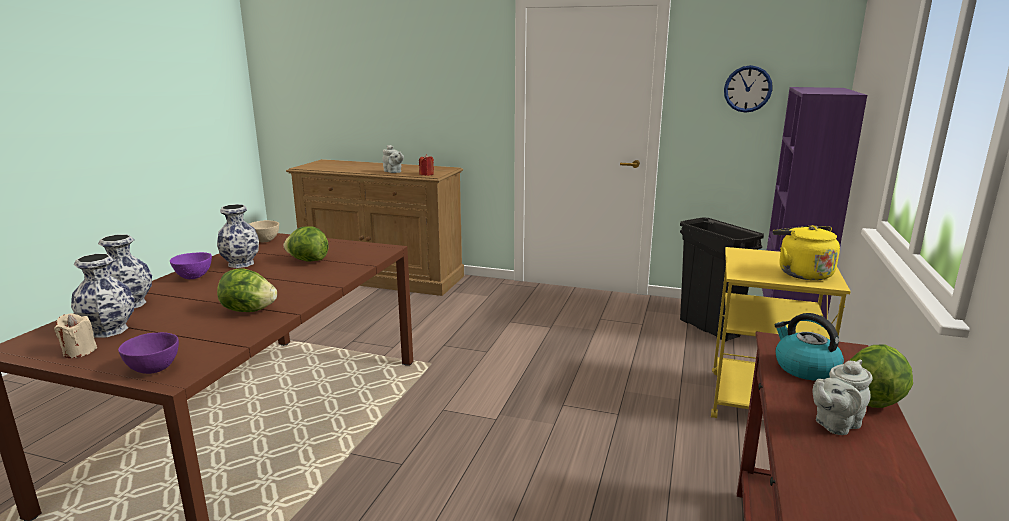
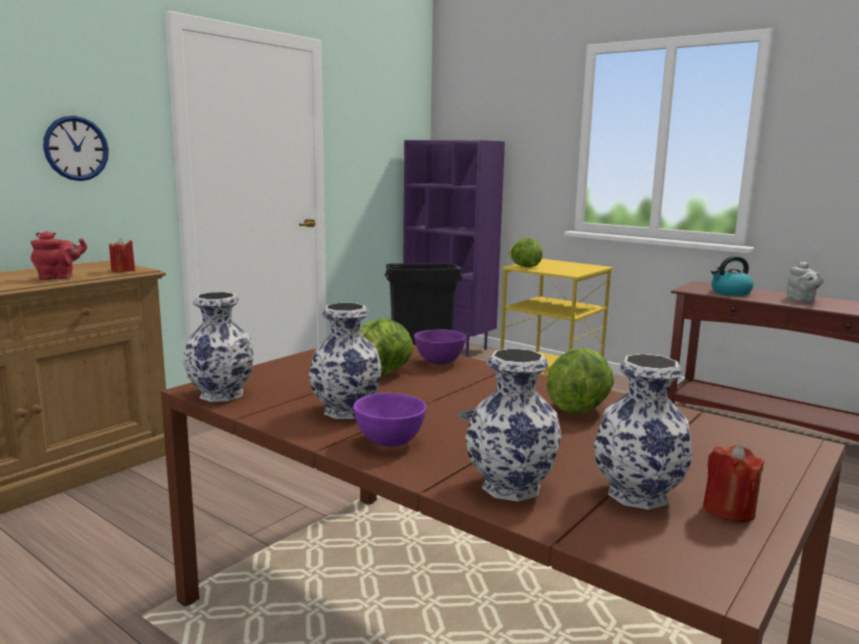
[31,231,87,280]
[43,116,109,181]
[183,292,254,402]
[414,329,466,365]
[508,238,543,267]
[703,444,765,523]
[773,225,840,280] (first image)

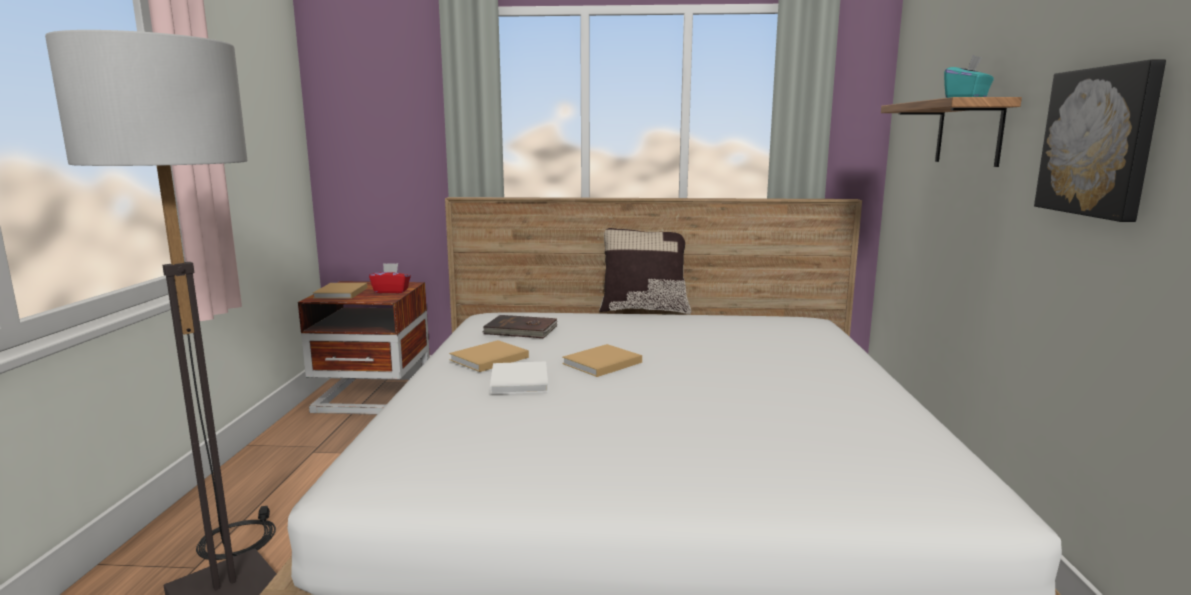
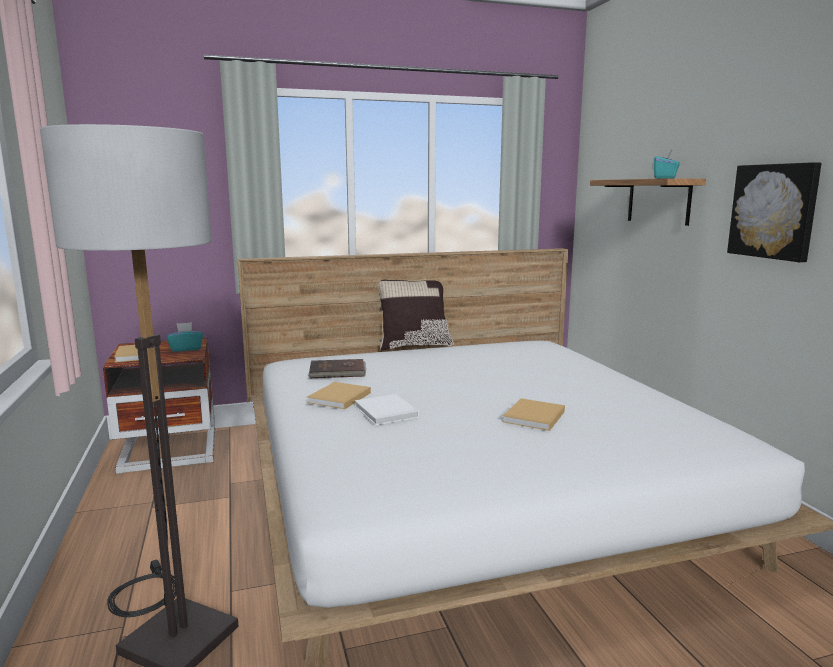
[166,322,203,352]
[503,398,565,431]

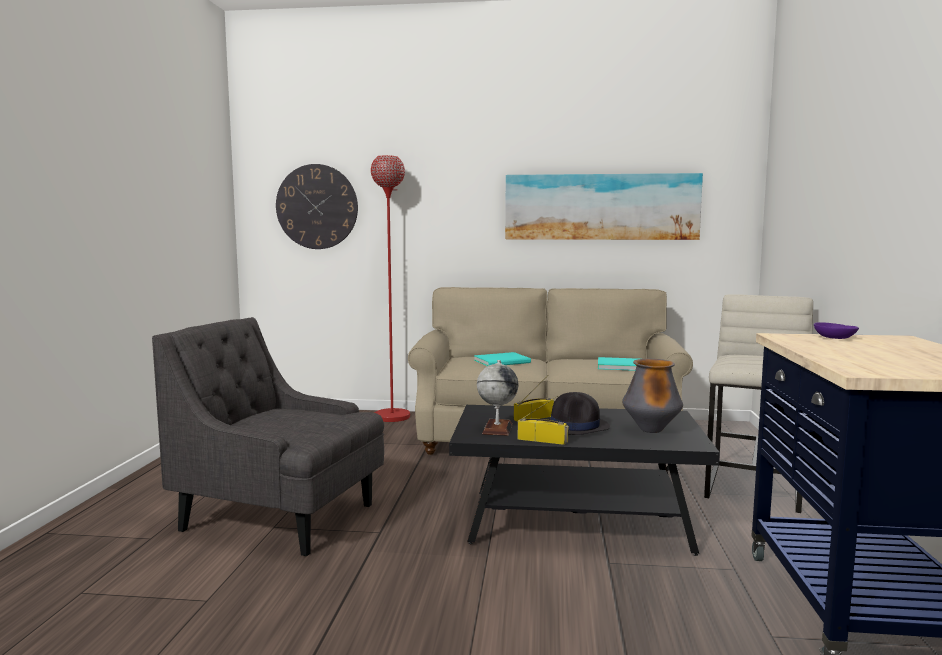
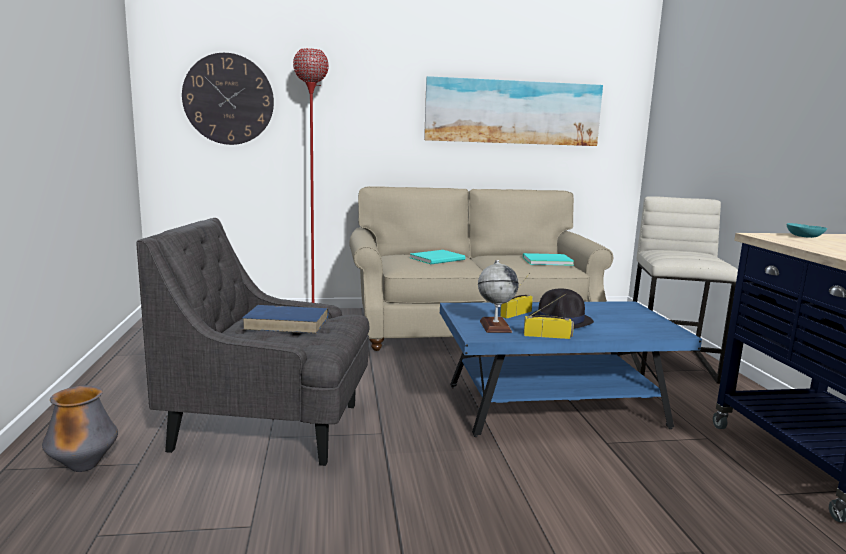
[42,386,118,472]
[242,305,329,333]
[440,301,702,437]
[787,223,827,238]

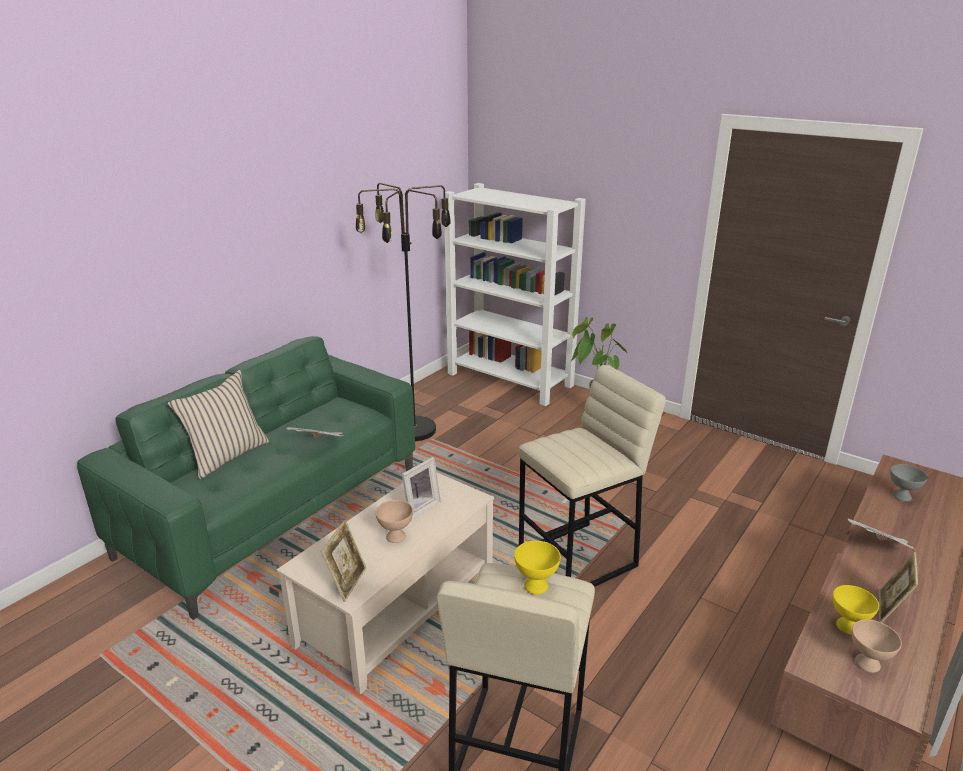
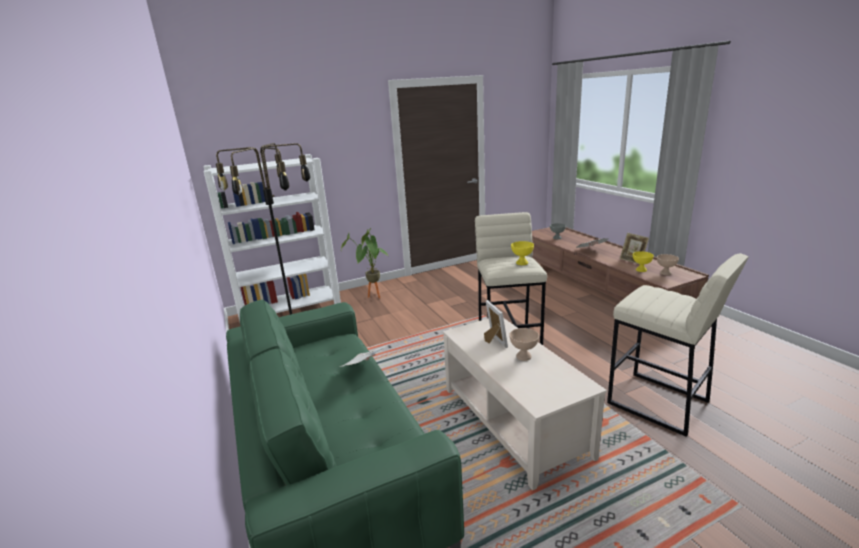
[511,241,534,265]
[168,370,269,479] (first image)
[321,520,366,602] (first image)

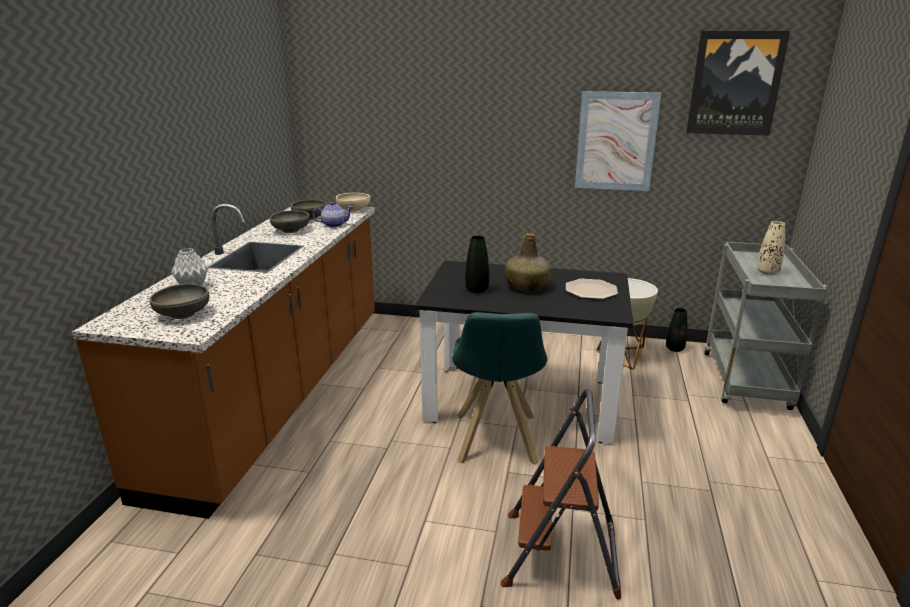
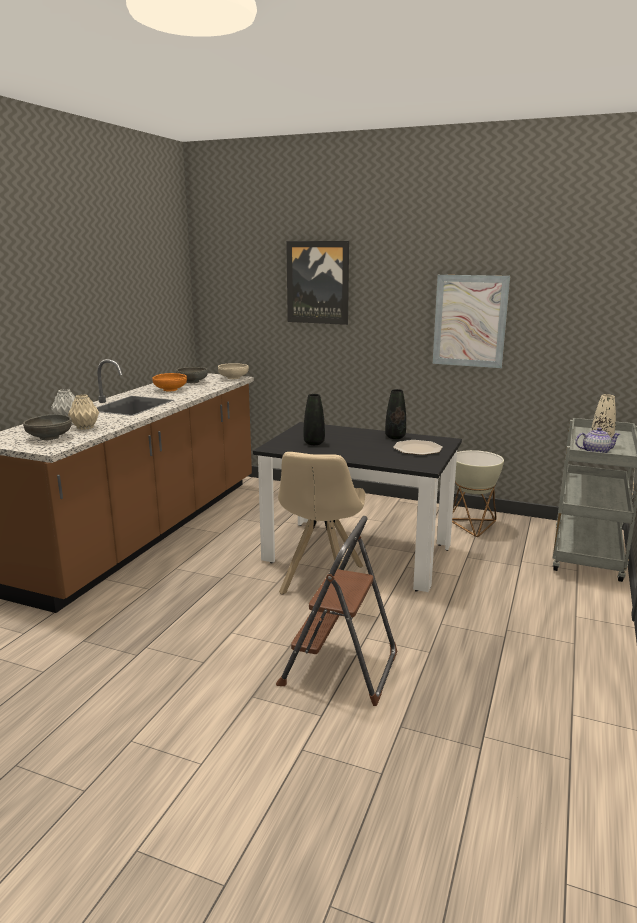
[68,394,99,430]
[152,373,187,391]
[278,452,365,594]
[286,241,349,325]
[385,389,406,439]
[575,428,620,453]
[505,233,552,292] (first image)

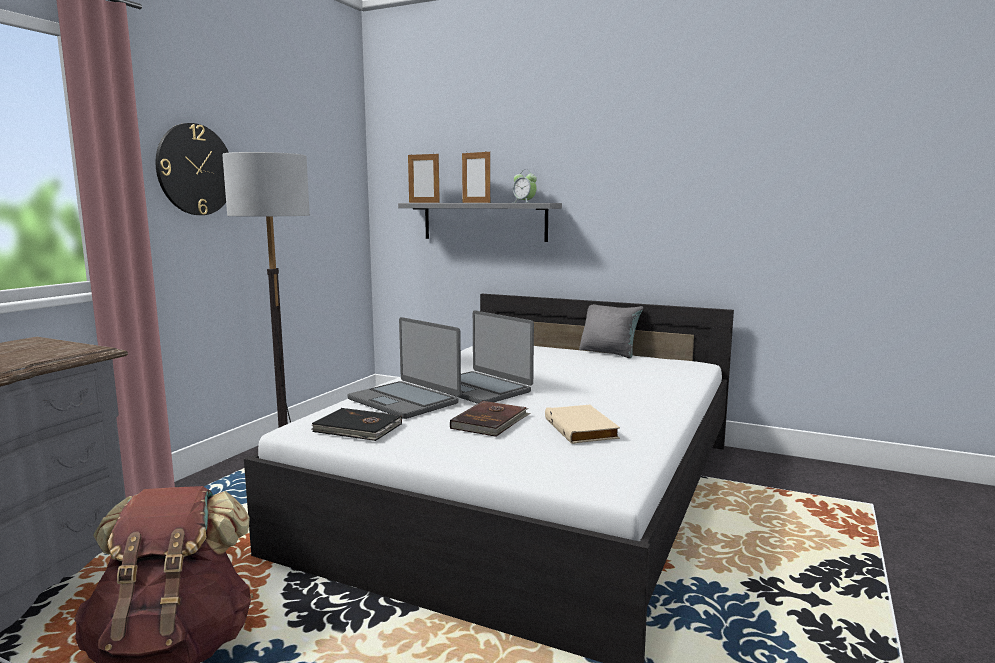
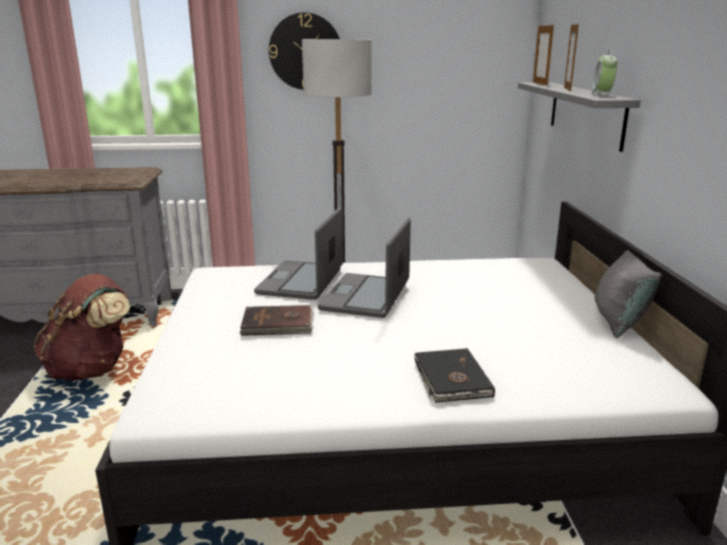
[414,348,495,402]
[545,405,620,444] (first image)

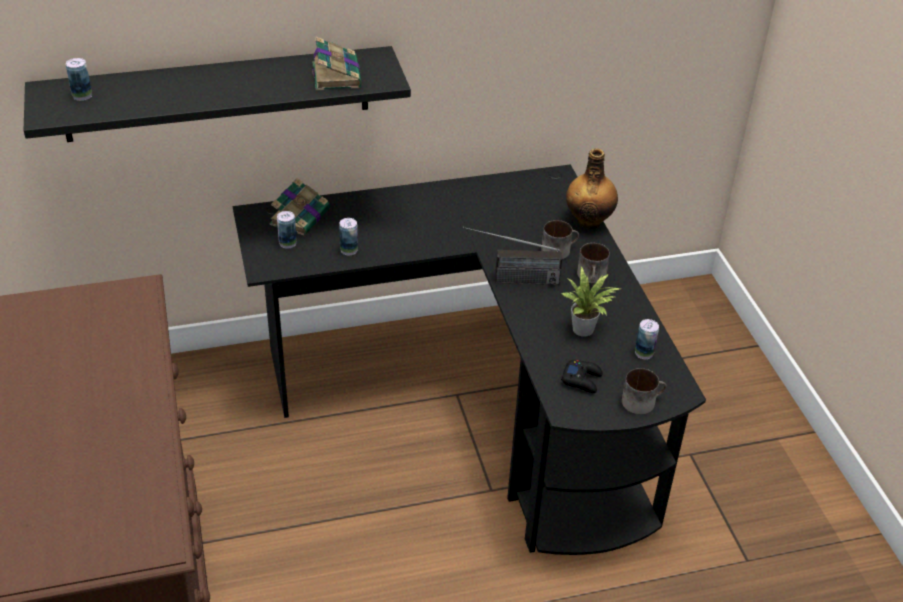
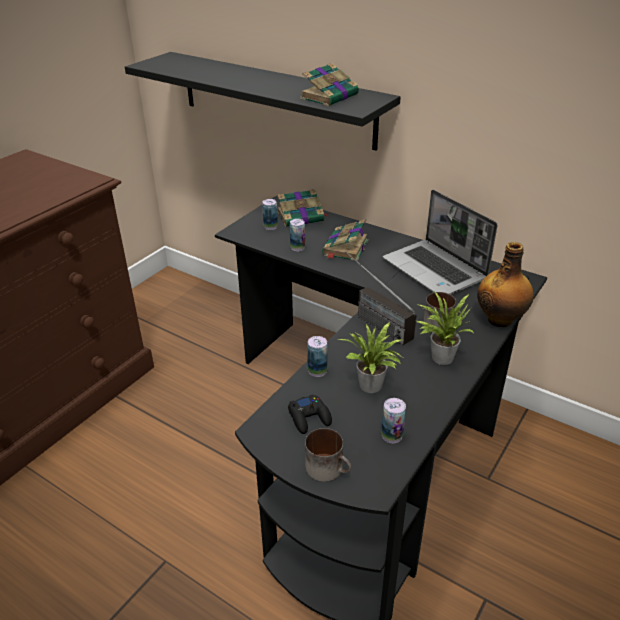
[307,336,328,377]
[322,219,369,261]
[383,190,498,295]
[416,291,474,365]

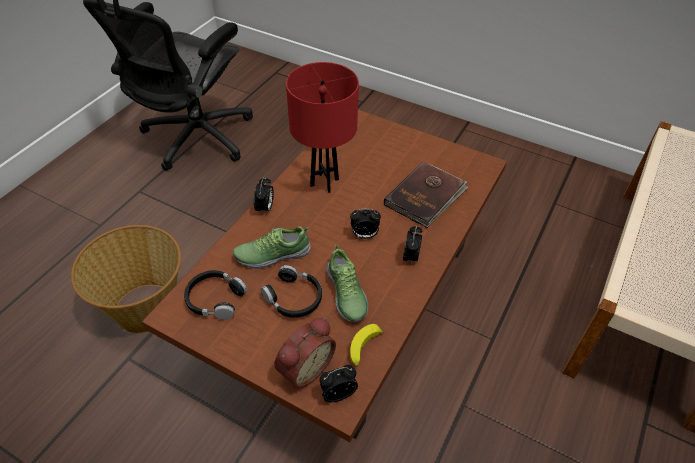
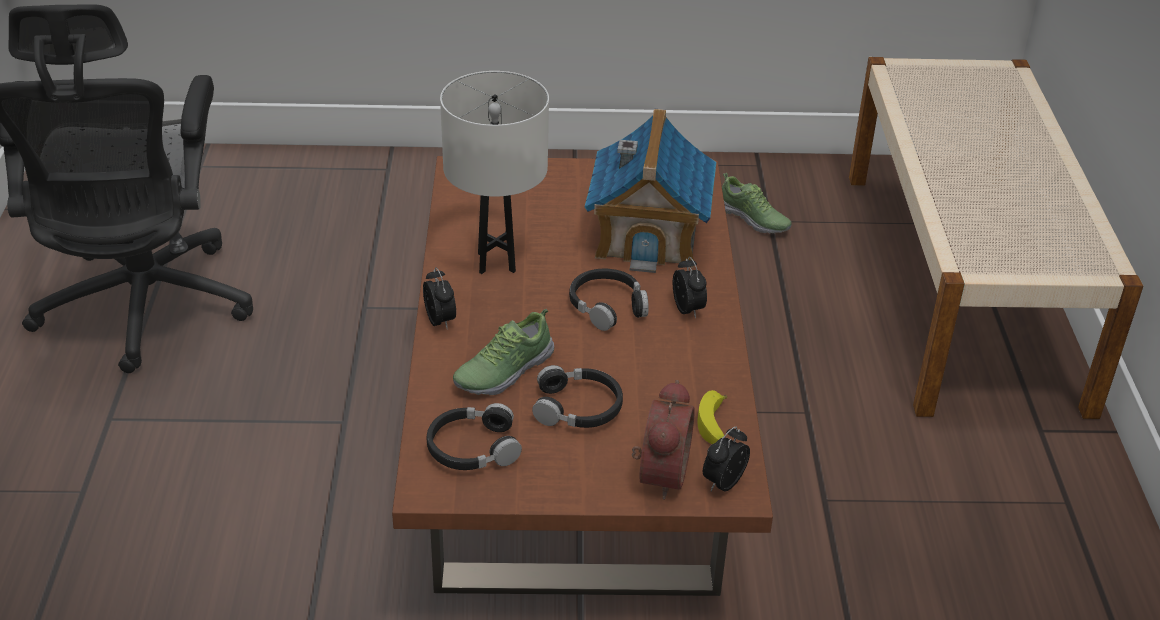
[440,71,549,274]
[569,269,649,331]
[584,109,716,273]
[722,173,791,233]
[71,225,181,333] (first image)

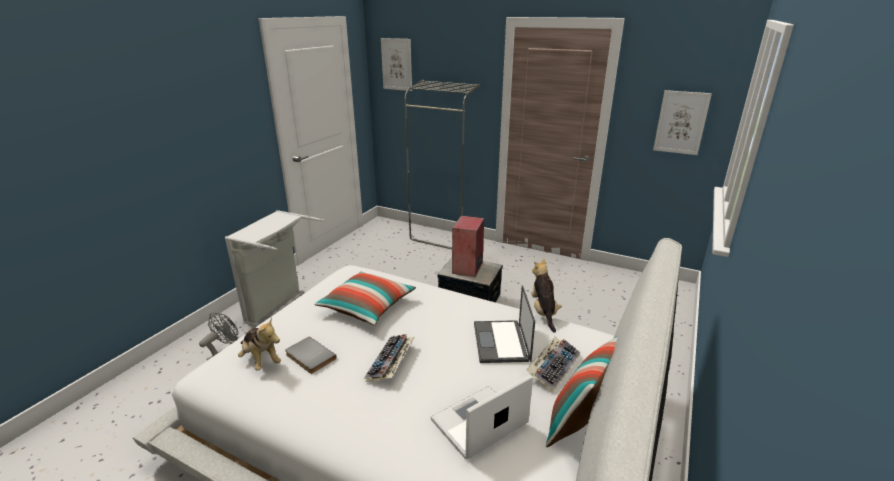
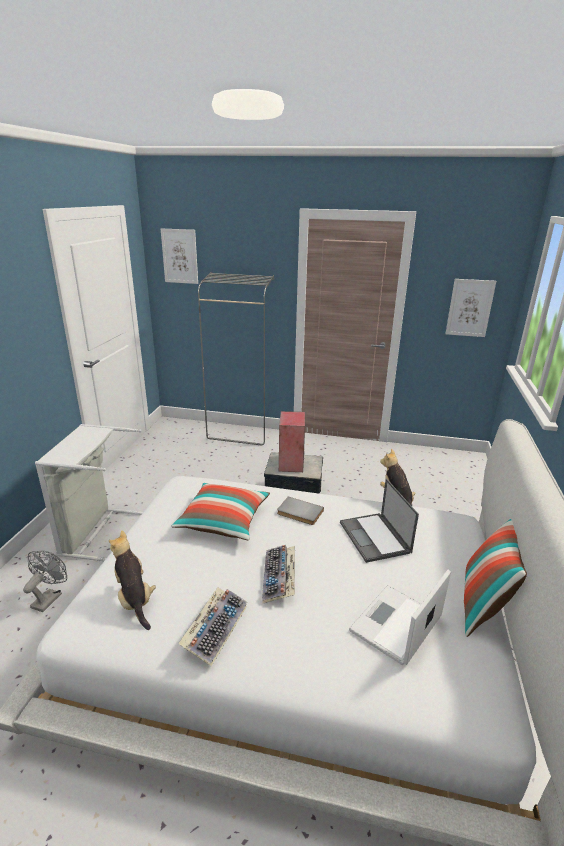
[109,530,156,630]
[178,587,247,666]
[277,497,324,525]

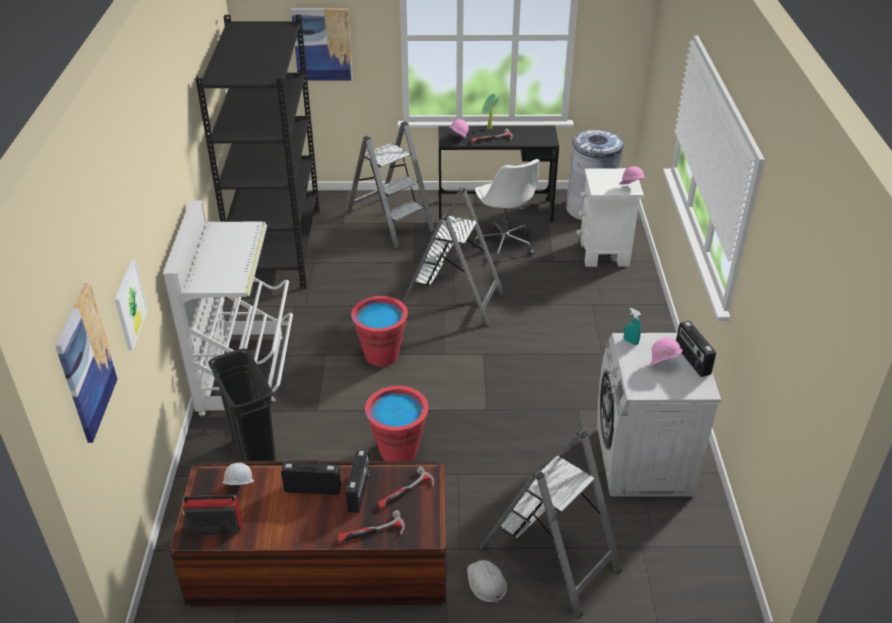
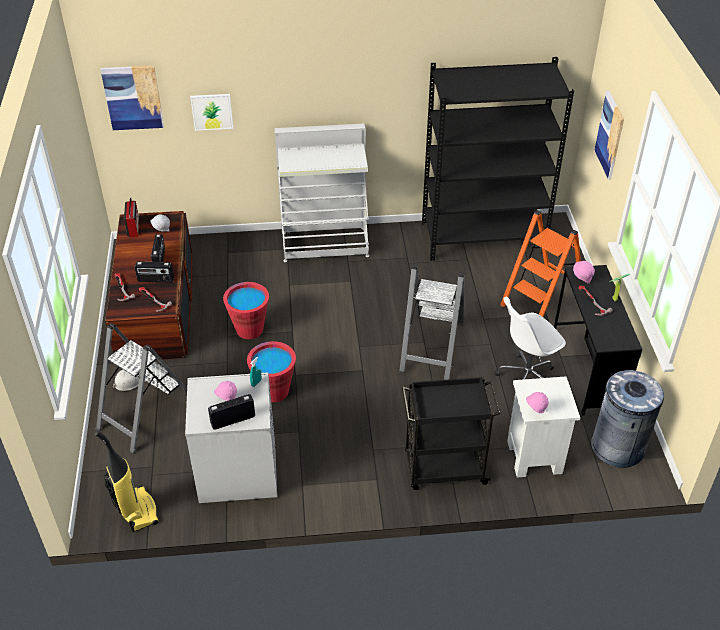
[94,430,159,532]
[247,341,296,402]
[402,377,500,490]
[500,210,581,317]
[208,348,276,462] (first image)

